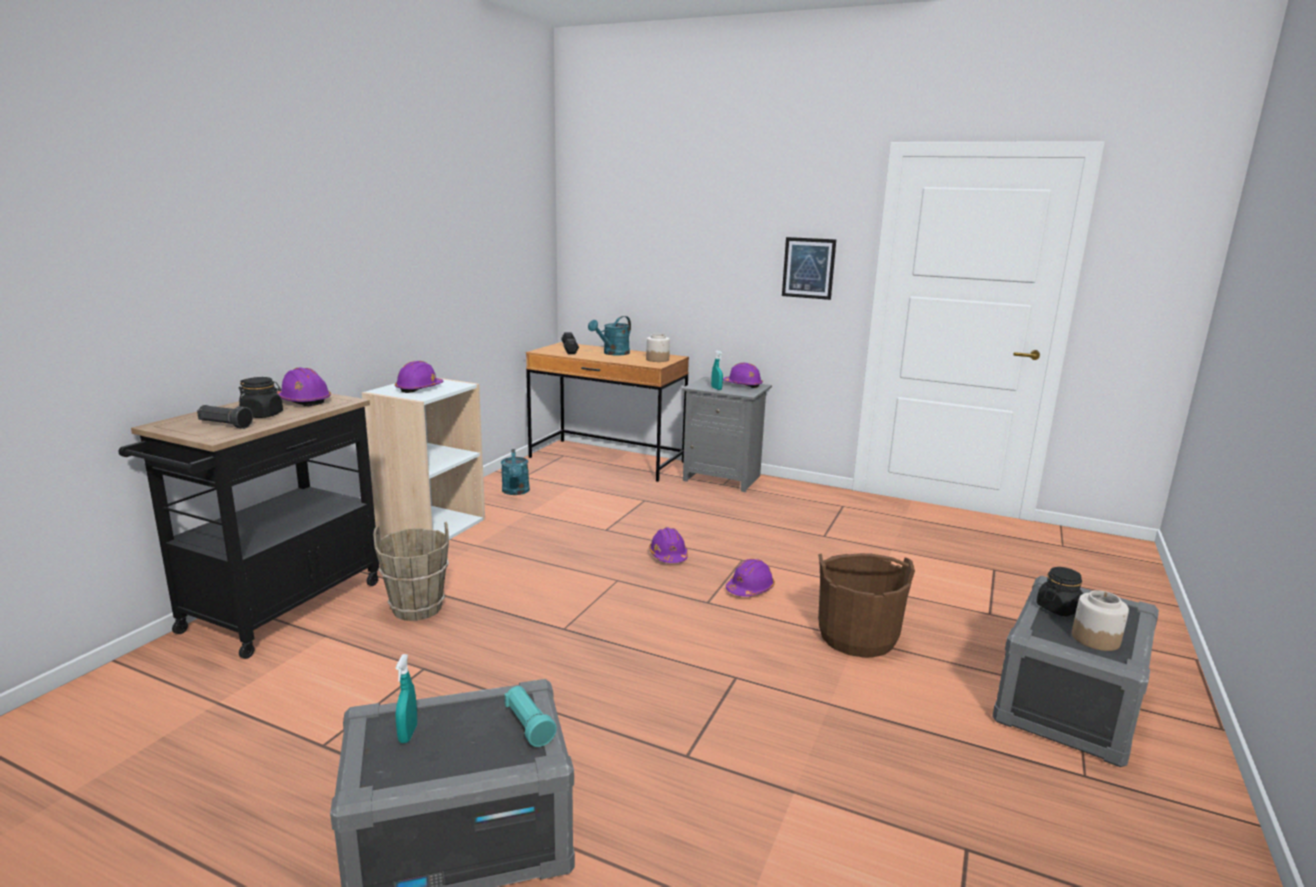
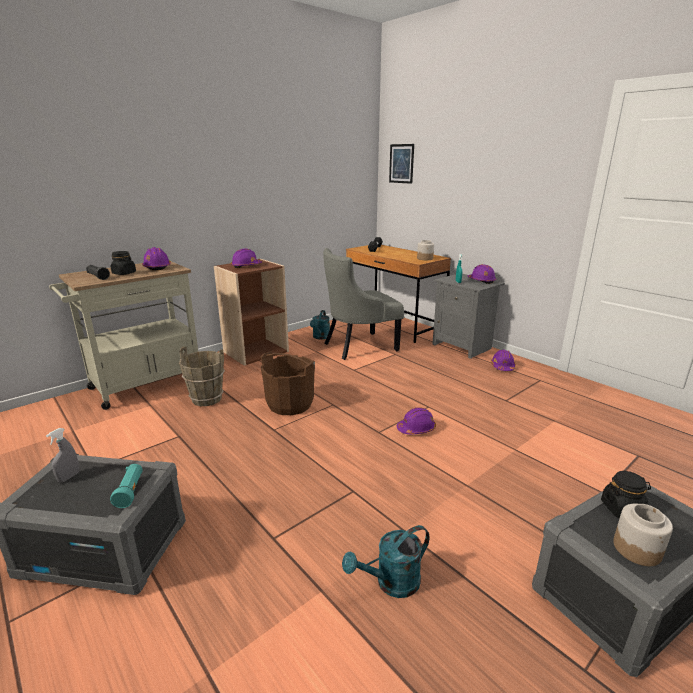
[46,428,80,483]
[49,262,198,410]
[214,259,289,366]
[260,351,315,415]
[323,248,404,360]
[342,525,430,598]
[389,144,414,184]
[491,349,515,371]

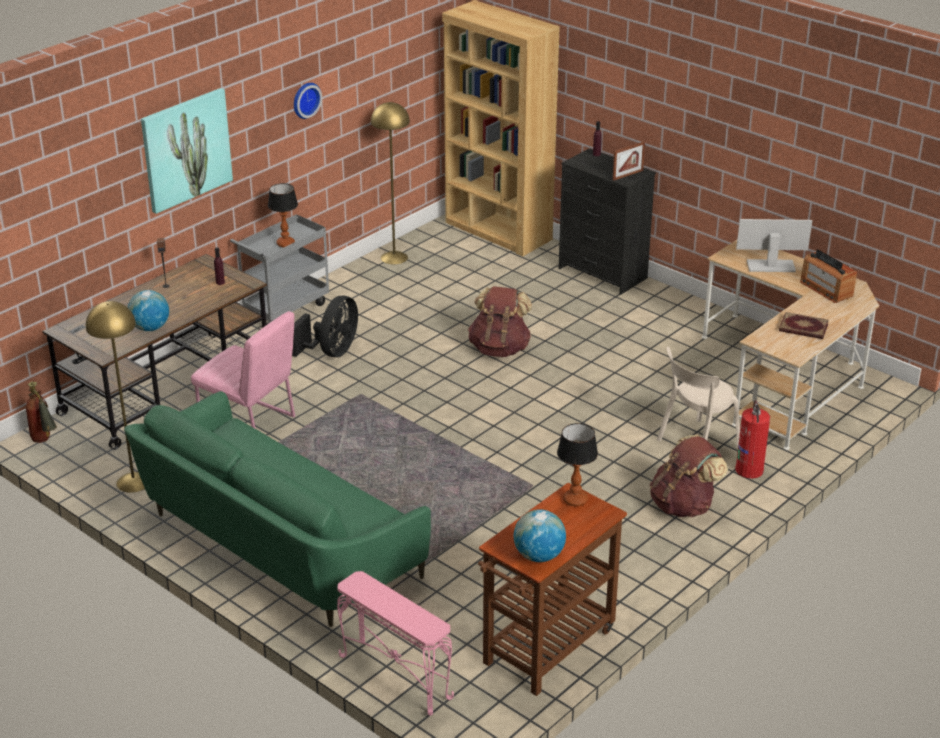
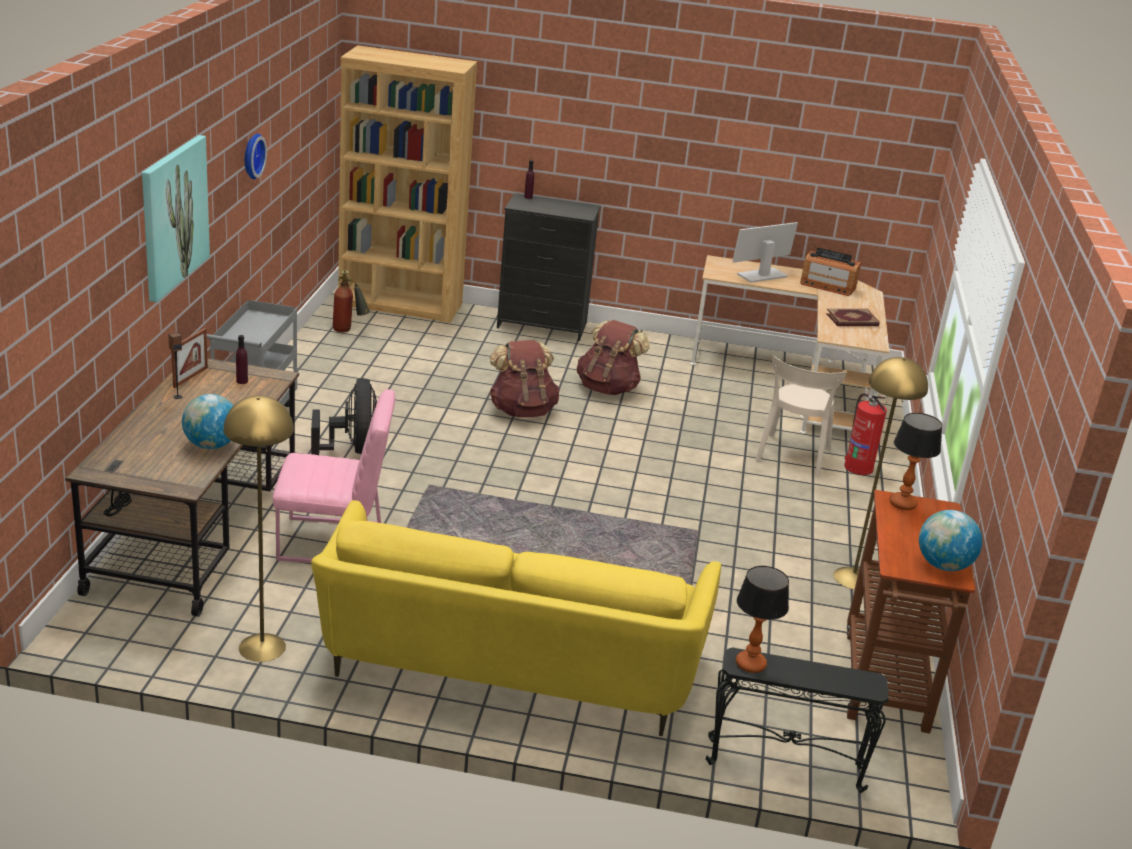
[171,328,208,388]
[311,500,721,736]
[333,270,370,333]
[577,320,650,395]
[706,648,889,793]
[736,566,789,673]
[833,357,928,589]

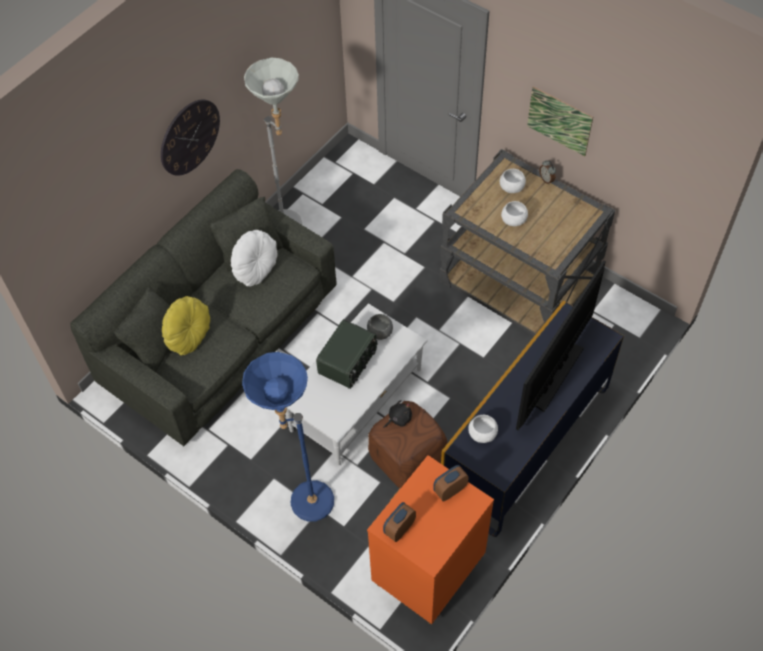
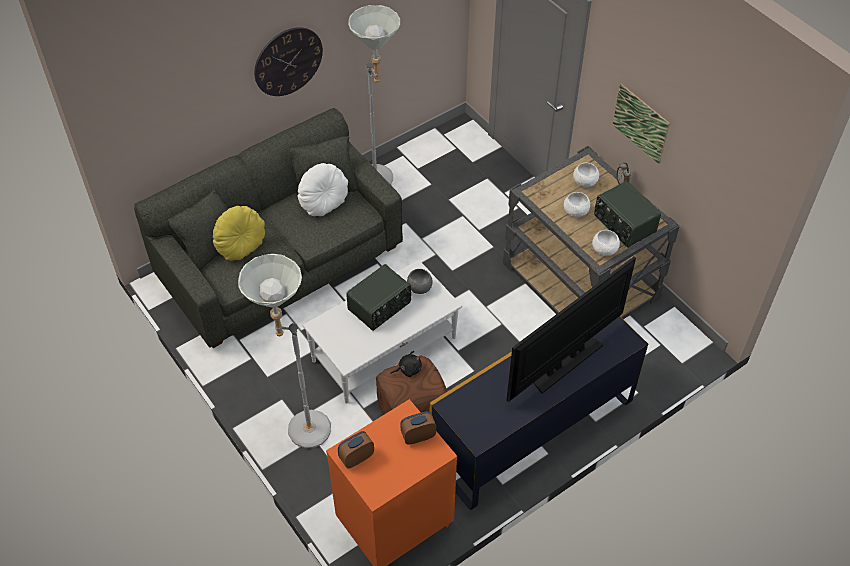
[238,254,331,448]
[592,230,620,256]
[594,181,661,248]

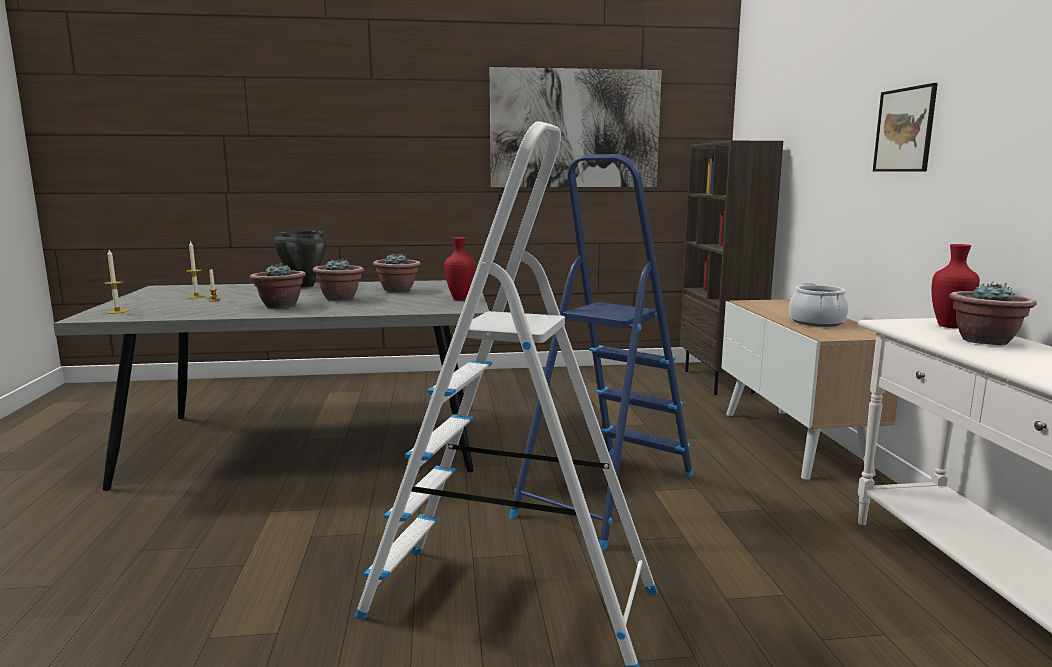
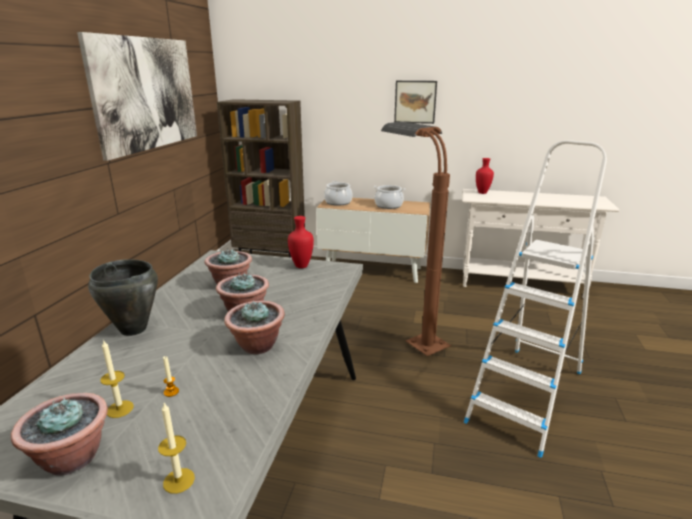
[11,393,108,476]
[324,181,353,206]
[381,122,451,356]

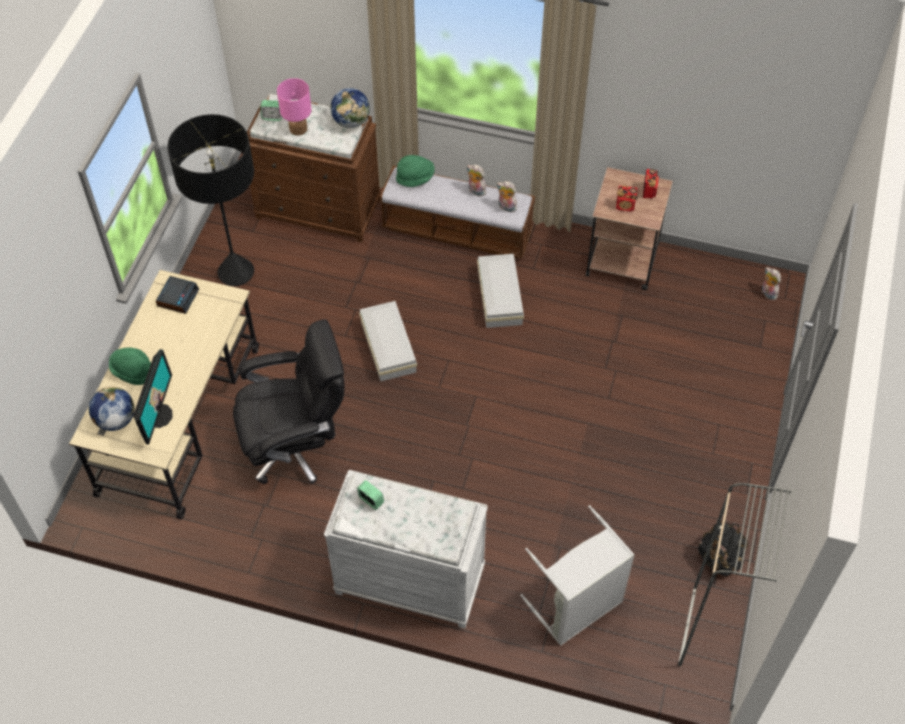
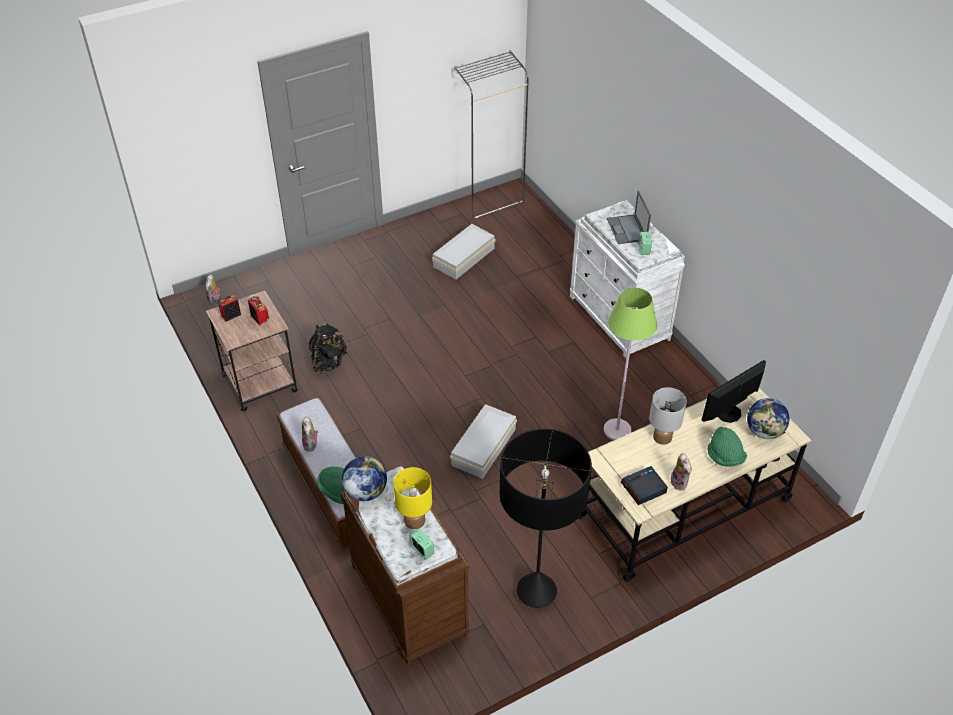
[309,324,347,374]
[393,467,432,529]
[432,224,495,279]
[604,288,657,440]
[607,190,651,244]
[649,387,687,445]
[671,453,692,491]
[520,505,635,646] (first image)

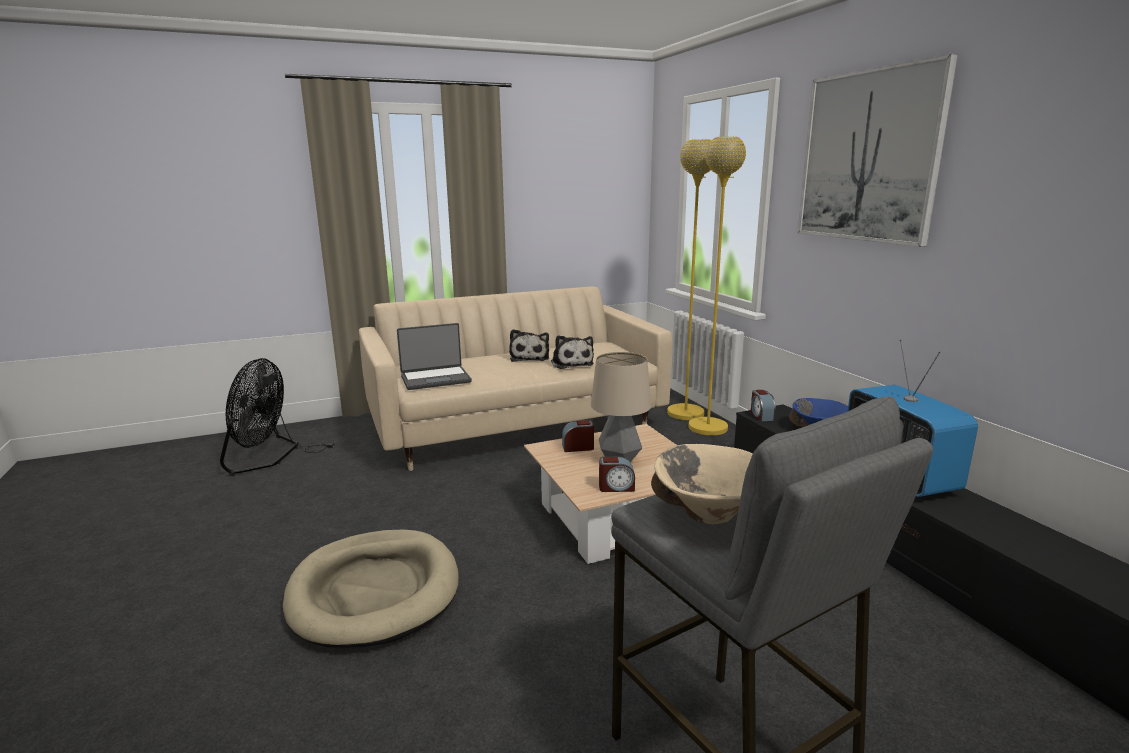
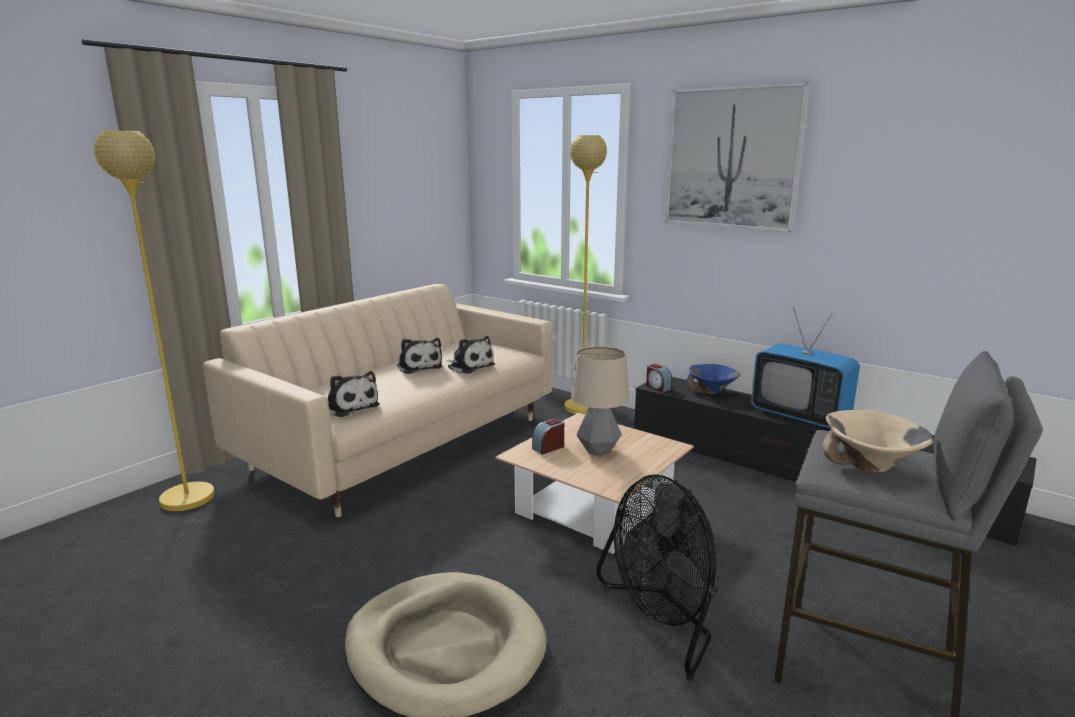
[94,130,215,511]
[327,371,380,417]
[596,474,718,681]
[599,457,635,492] (first image)

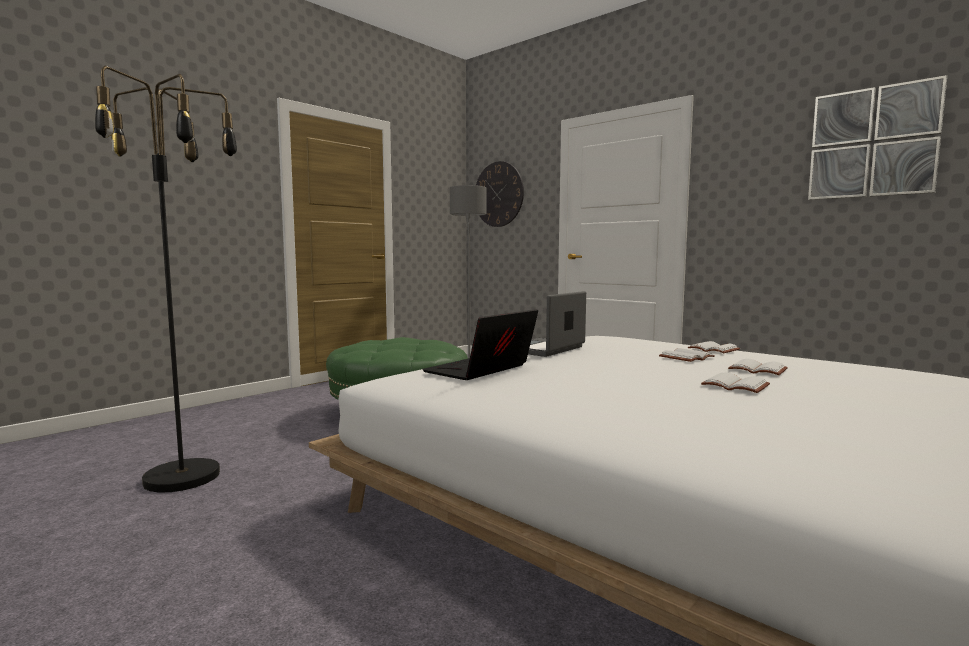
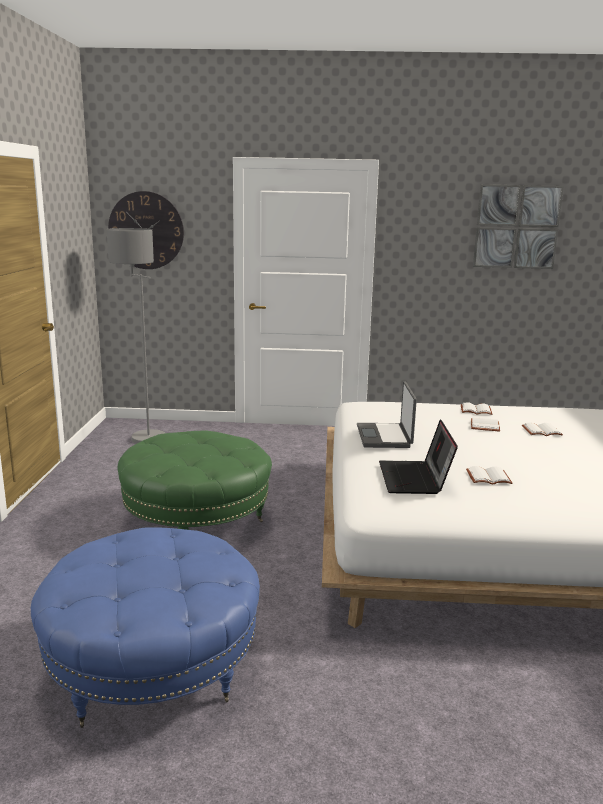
[31,527,260,728]
[466,466,513,485]

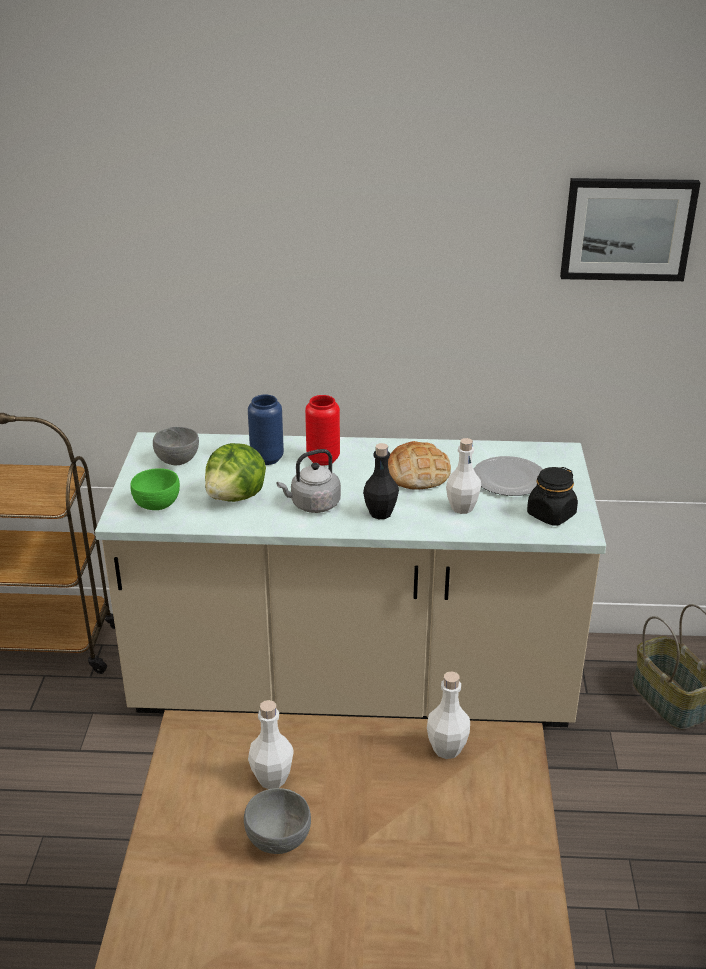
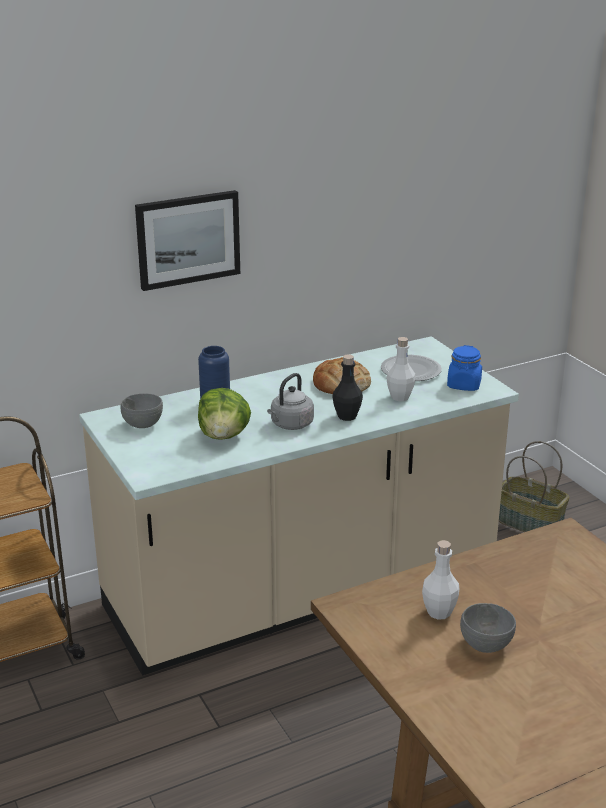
[135,190,240,291]
[447,345,482,391]
[130,468,180,510] (first image)
[305,395,340,465] (first image)
[427,671,470,759] (first image)

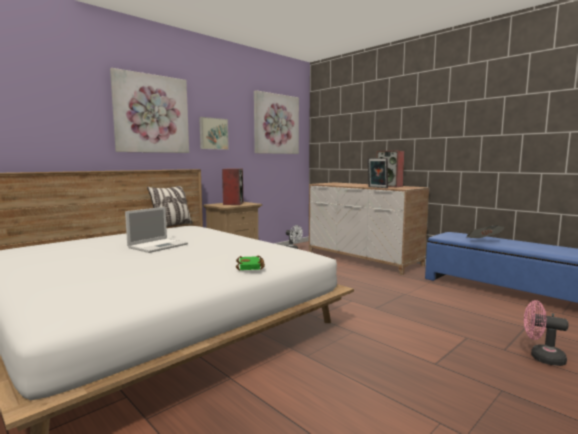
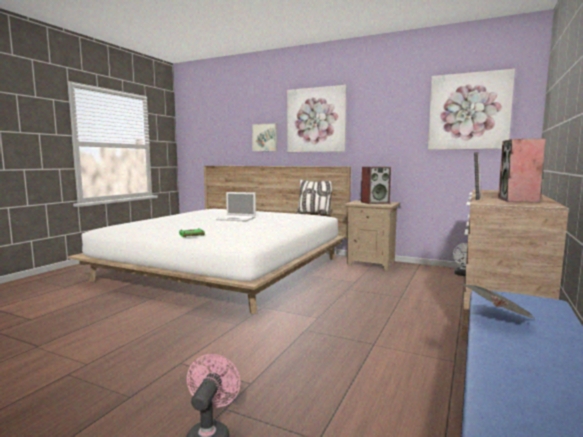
[252,123,277,151]

